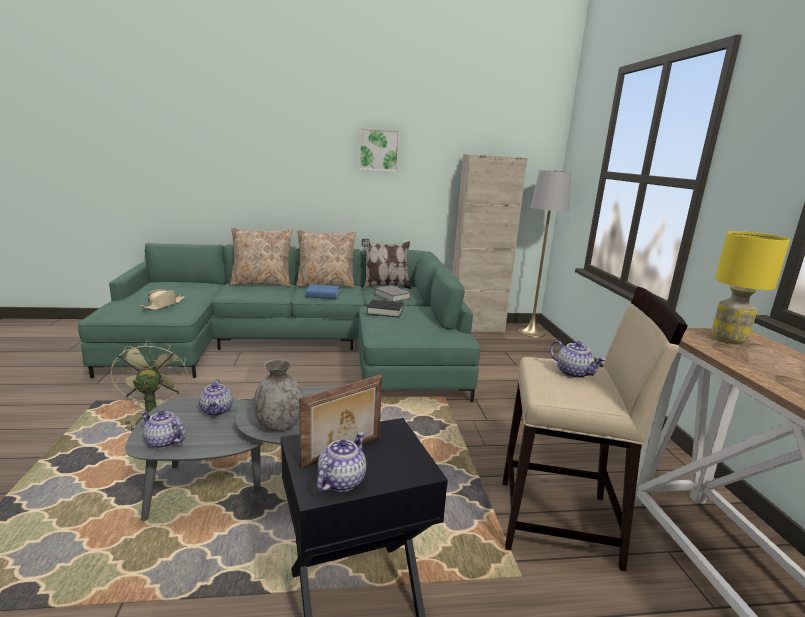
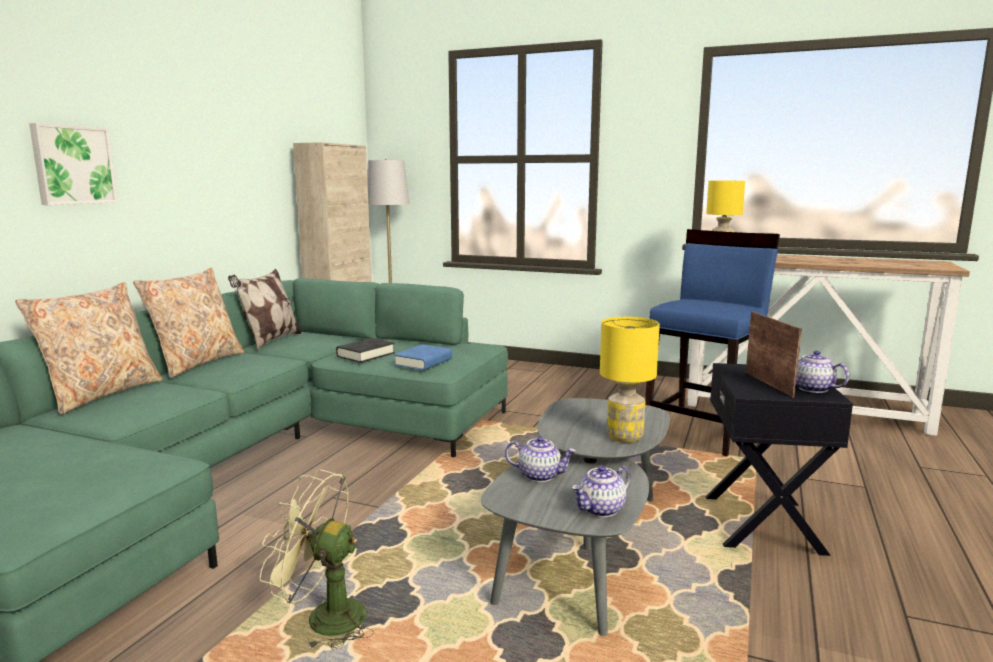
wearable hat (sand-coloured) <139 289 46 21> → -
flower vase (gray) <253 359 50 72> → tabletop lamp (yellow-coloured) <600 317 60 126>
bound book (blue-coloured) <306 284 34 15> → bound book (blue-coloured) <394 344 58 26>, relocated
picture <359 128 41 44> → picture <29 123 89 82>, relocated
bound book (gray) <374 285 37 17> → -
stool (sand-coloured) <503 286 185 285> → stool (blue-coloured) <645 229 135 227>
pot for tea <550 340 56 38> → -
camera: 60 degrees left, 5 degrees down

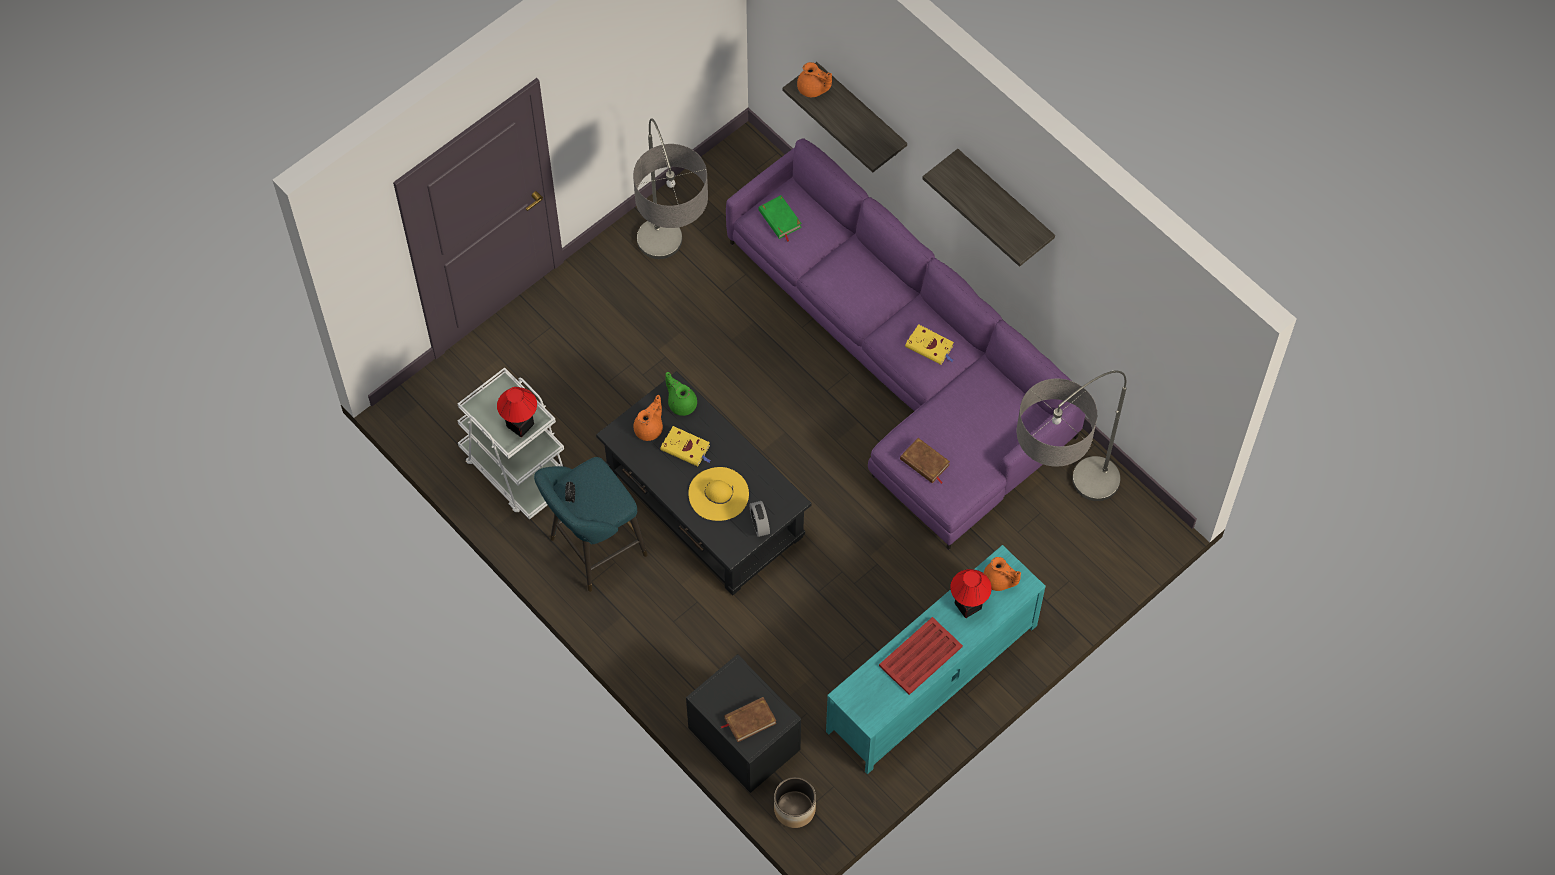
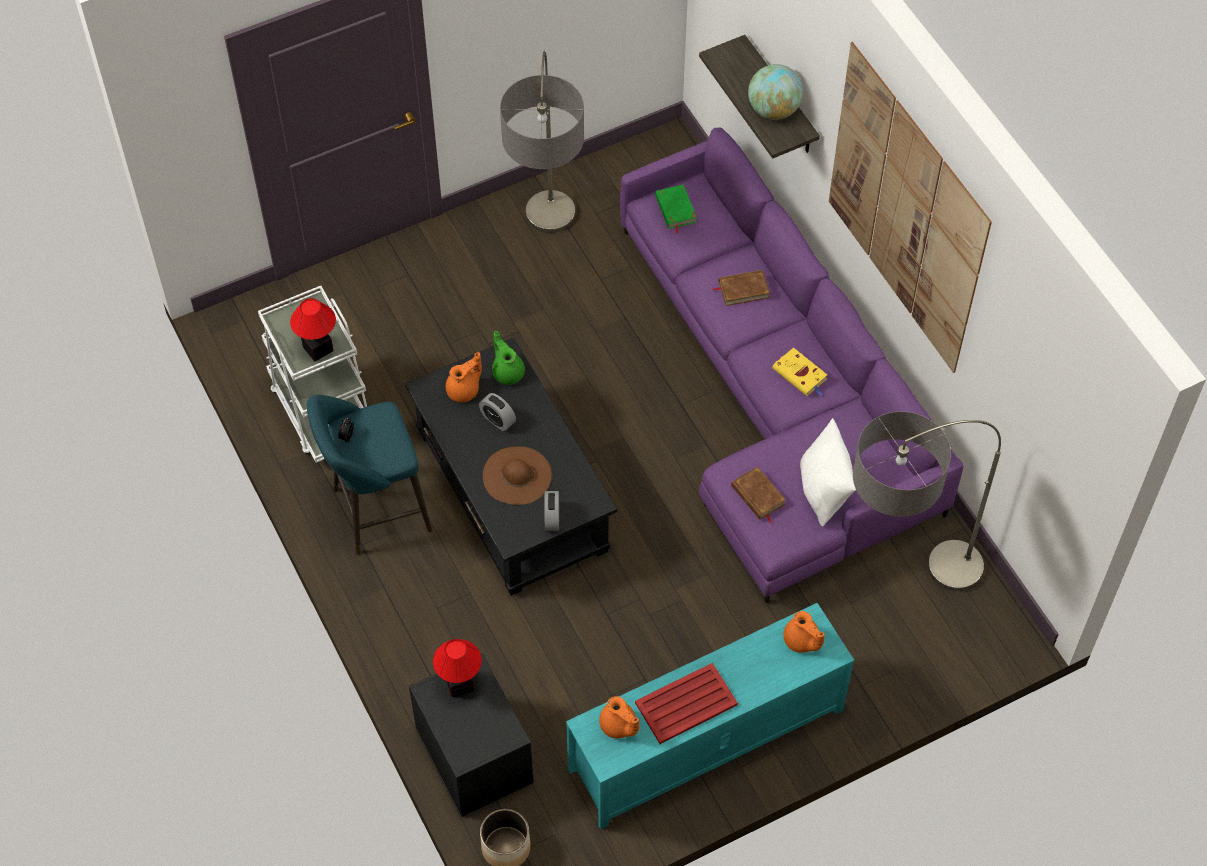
bound book (yellow-coloured) <660 426 51 41> → alarm clock <479 393 37 38>
wearable hat (yellow-coloured) <688 467 61 54> → wearable hat (brownish) <483 446 69 59>
bound book (brownish) <720 697 57 45> → bound book (brownish) <712 270 58 36>, relocated
pot for tea (orangey) <797 62 35 35> → pot for tea (orangey) <599 696 40 42>, relocated
bracket shelf <922 149 133 118> → picture <829 42 163 331>
tabletop lamp <950 569 42 49> → tabletop lamp <433 639 49 58>, relocated
- → globe <748 64 55 56>
- → cushion (whitish) <800 418 56 108>
camera: 15 degrees right, 5 degrees down

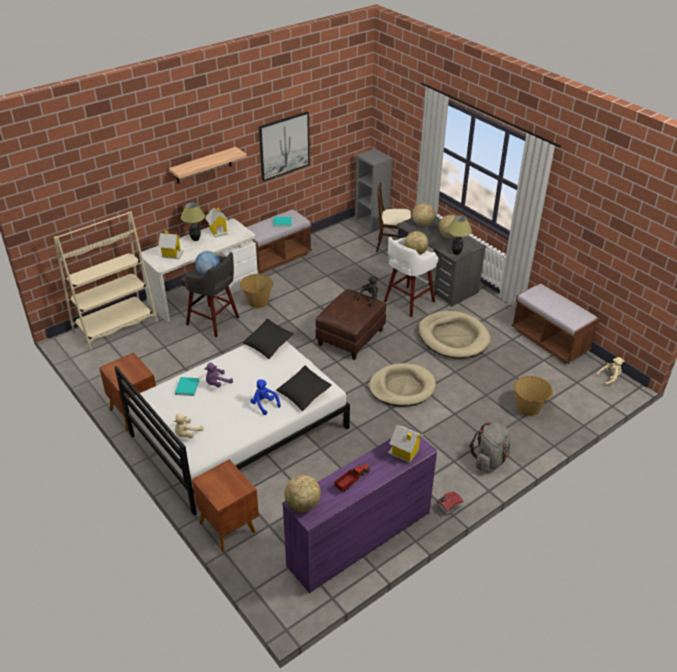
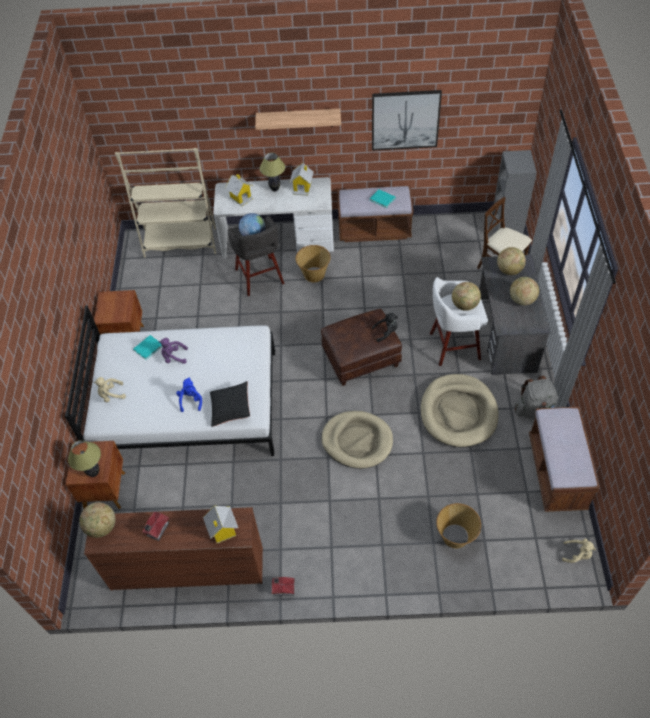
cushion (black) <242 318 52 41> → -
chest of drawers (purple-coloured) <282 427 156 166> → chest of drawers (brownish) <84 507 179 84>
toy lorry <335 464 35 28> → toy house <142 512 27 29>
tabletop lamp <447 215 25 40> → tabletop lamp <68 440 33 37>, relocated
knapsack (gray) <469 422 41 50> → knapsack (gray) <514 376 44 43>, relocated
camera: 40 degrees right, 15 degrees up

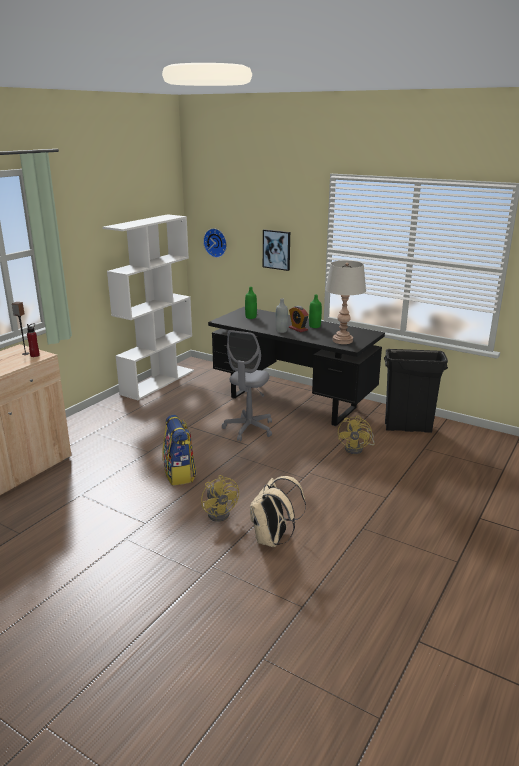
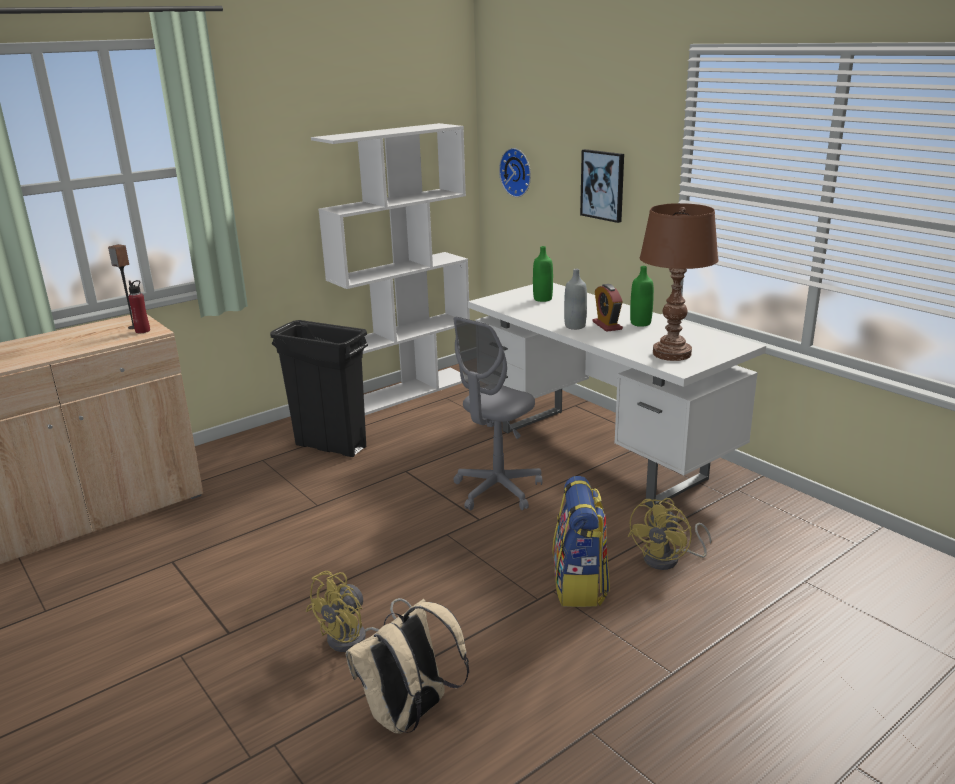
knapsack <162 415 34 71> → knapsack <553 476 57 131>, relocated
fan (yellow-coloured) <201 475 38 47> → fan (yellow-coloured) <306 571 106 81>, 45 degrees clockwise
desk unit (black) <208 307 177 119> → desk unit (whitish) <468 283 298 225>
tabletop lamp (gray) <325 260 41 84> → tabletop lamp (brownish) <640 203 79 158>
waste bin (black) <384 349 64 84> → waste bin (black) <270 320 98 137>, relocated
camera: 20 degrees right, 0 degrees up

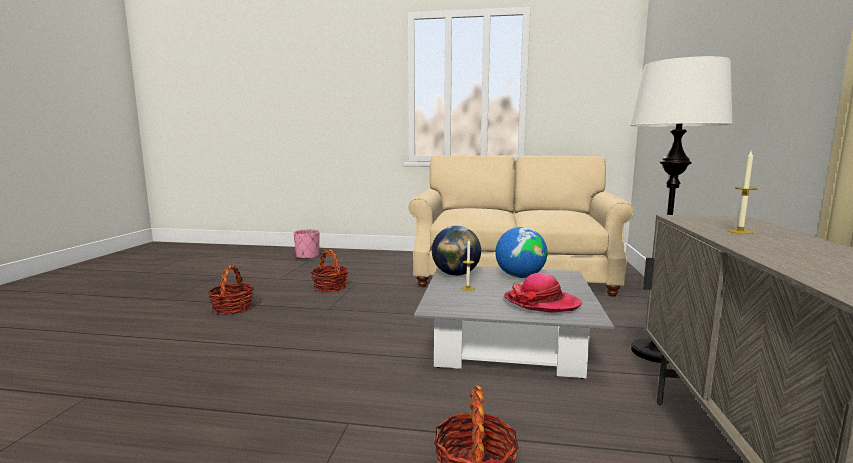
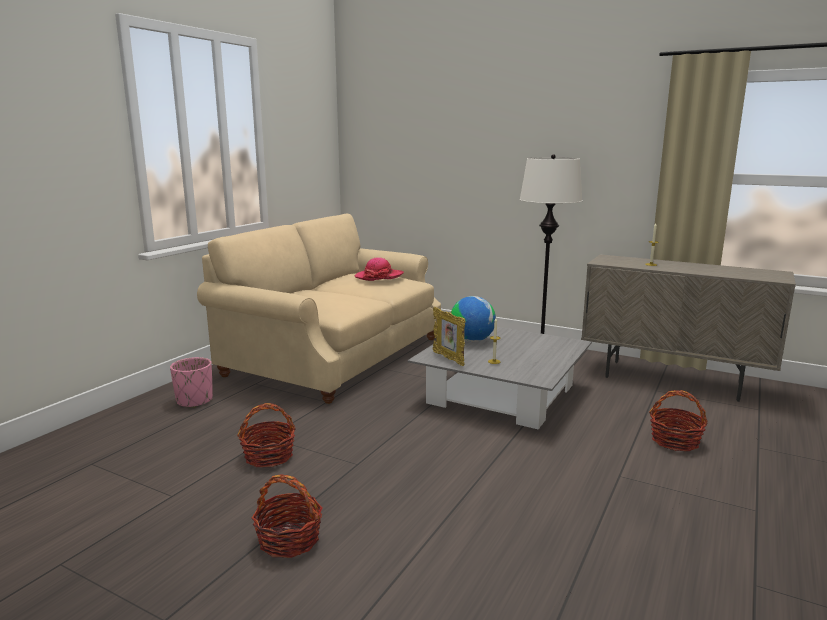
planter (pinkish) <294 229 26 30> → planter (pinkish) <170 357 43 51>, relocated
globe <432 226 49 50> → photo frame <433 307 33 59>
wearable hat <504 273 78 40> → wearable hat <355 258 49 23>, relocated
camera: 70 degrees left, 5 degrees up

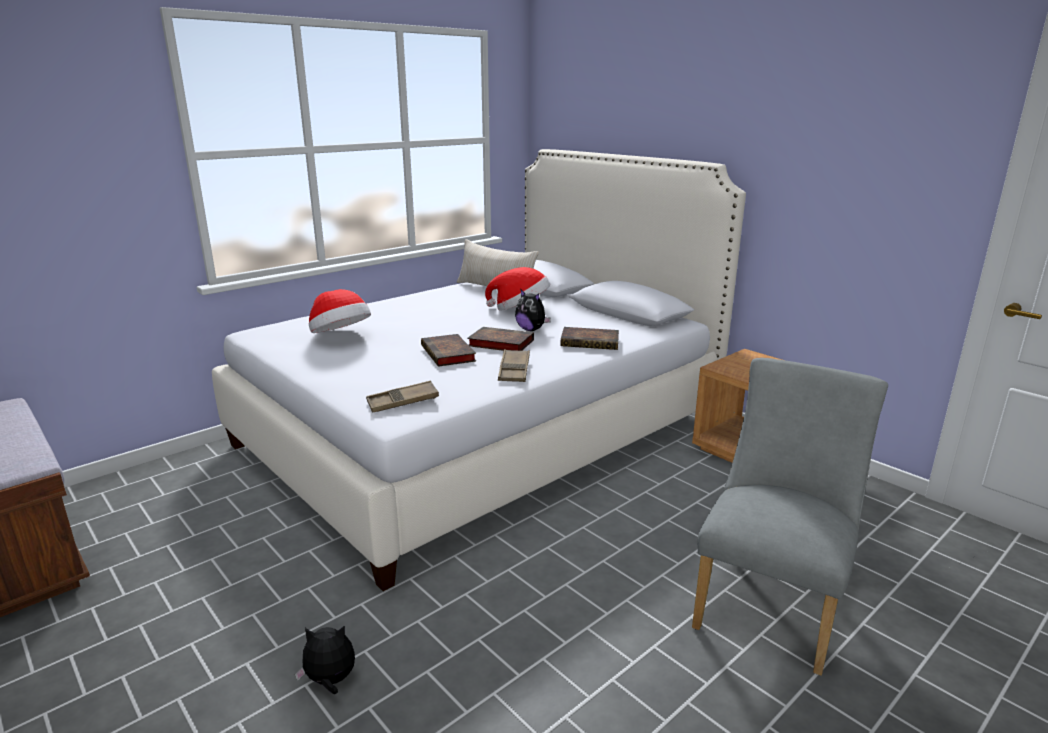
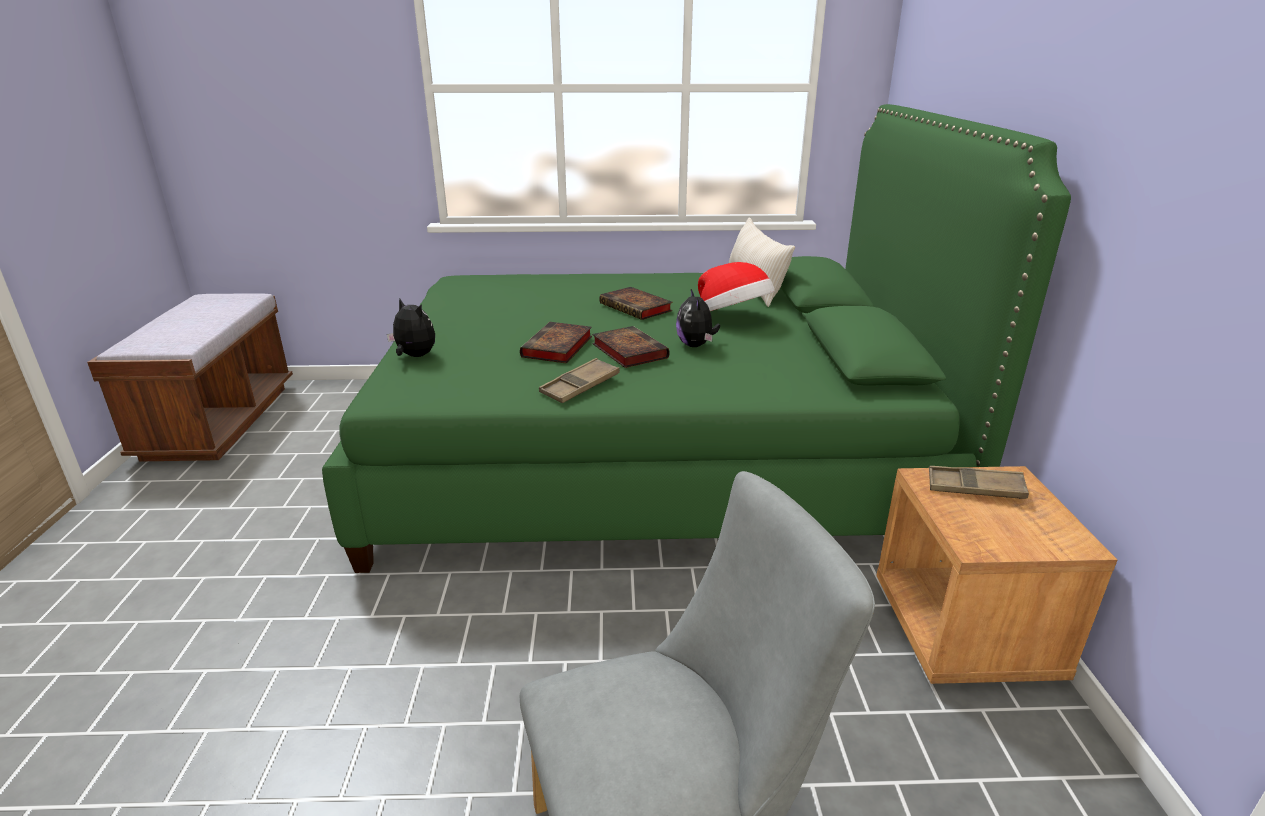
sleeping bed (whitish) <212 149 534 442> → sleeping bed (greenish) <322 104 749 469>
cuddly toy <295 625 60 69> → cuddly toy <387 299 48 58>, relocated
wearable hat <309 289 62 44> → -
carrying tray (brownish) <366 381 73 32> → carrying tray (brownish) <929 466 100 33>, relocated
bound book <560 327 59 23> → bound book <600 287 73 33>, relocated
camera: 40 degrees right, 5 degrees up

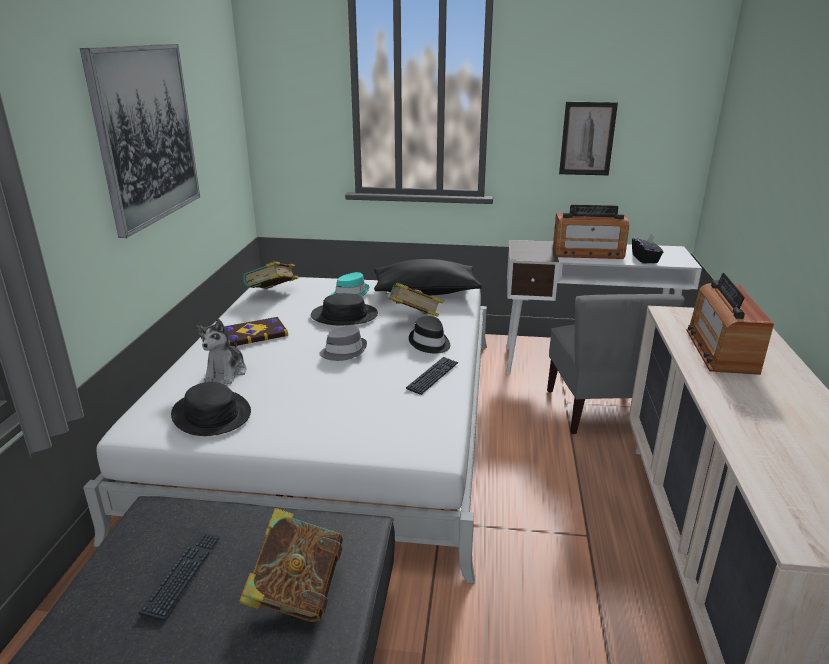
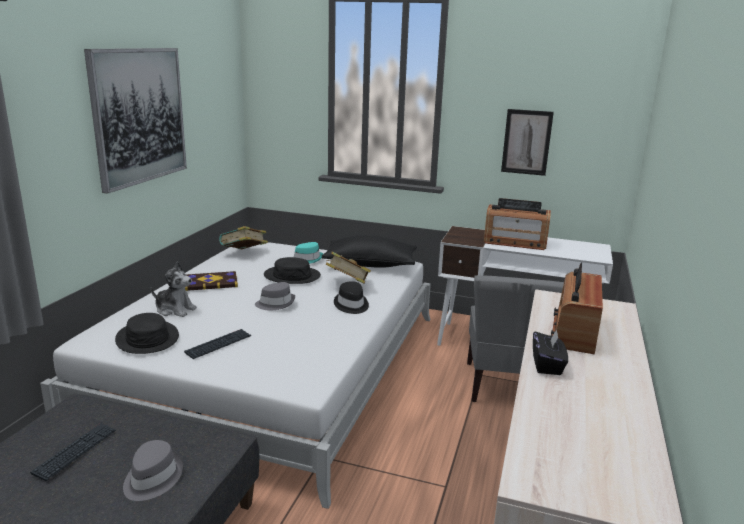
cuddly toy <196 319 50 66> → cuddly toy <151 262 46 55>, 90 degrees counterclockwise
bound book <239 508 104 114> → wearable hat (gray) <123 440 60 61>
PC keyboard <406 357 53 38> → PC keyboard <184 329 67 30>, relocated
box of tissues (black) <632 233 31 30> → box of tissues (black) <533 329 35 46>, relocated
camera: 10 degrees right, 5 degrees down

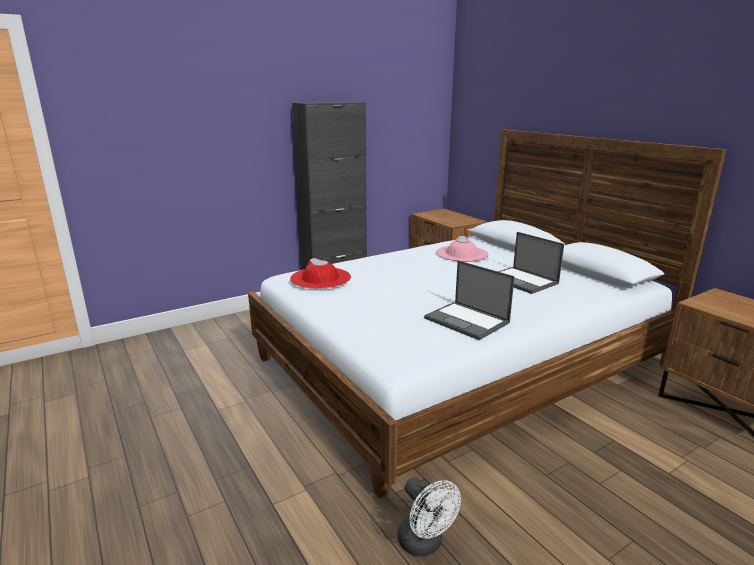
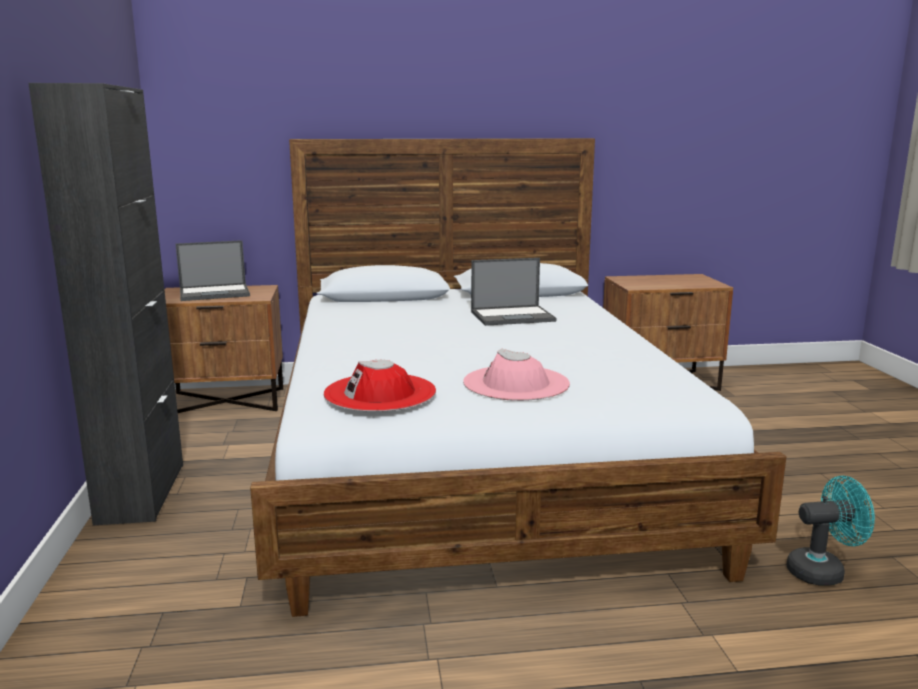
fan (whitish) <398 477 63 80> → fan (blue-green) <786 476 89 110>
notebook computer <424 260 91 80> → notebook computer <176 240 74 61>, relocated
wearable hat (pinkish) <436 236 53 26> → wearable hat (pinkish) <463 349 107 52>, relocated
camera: 65 degrees left, 5 degrees down

